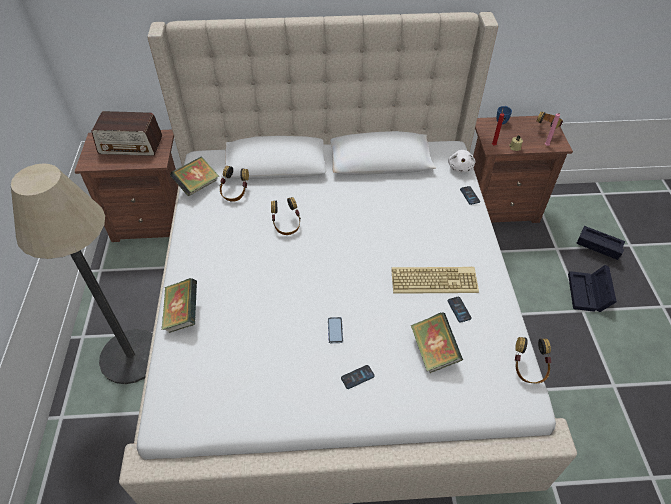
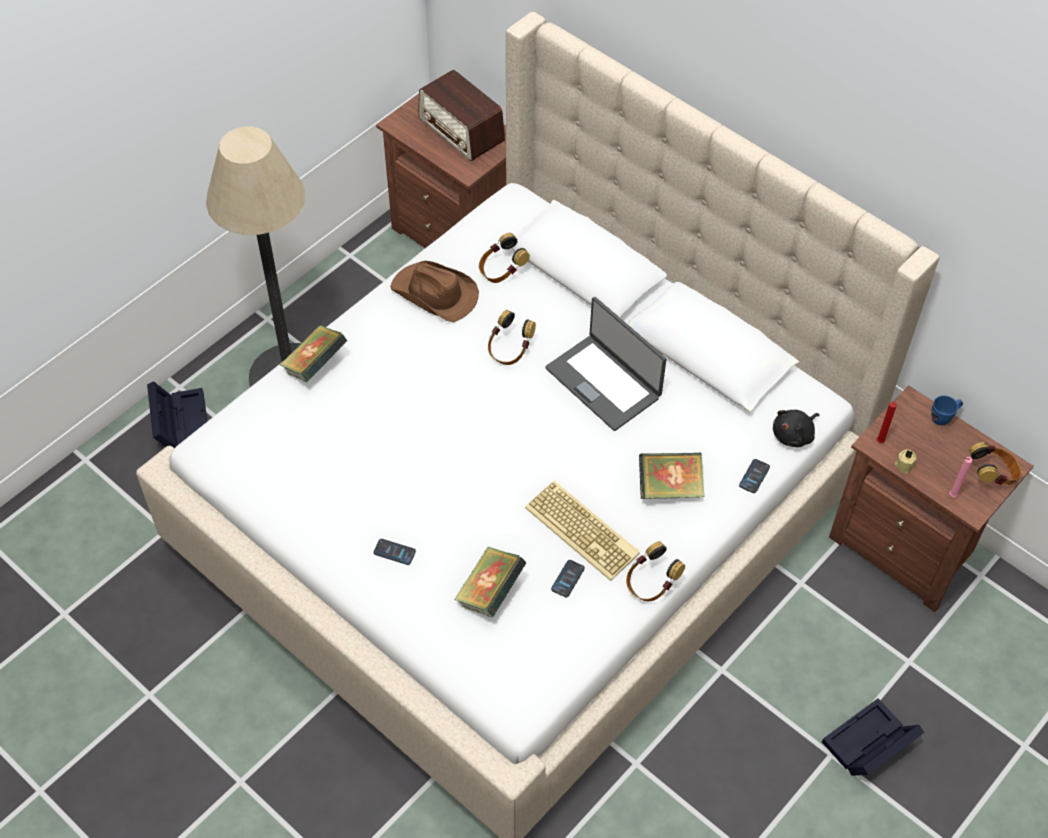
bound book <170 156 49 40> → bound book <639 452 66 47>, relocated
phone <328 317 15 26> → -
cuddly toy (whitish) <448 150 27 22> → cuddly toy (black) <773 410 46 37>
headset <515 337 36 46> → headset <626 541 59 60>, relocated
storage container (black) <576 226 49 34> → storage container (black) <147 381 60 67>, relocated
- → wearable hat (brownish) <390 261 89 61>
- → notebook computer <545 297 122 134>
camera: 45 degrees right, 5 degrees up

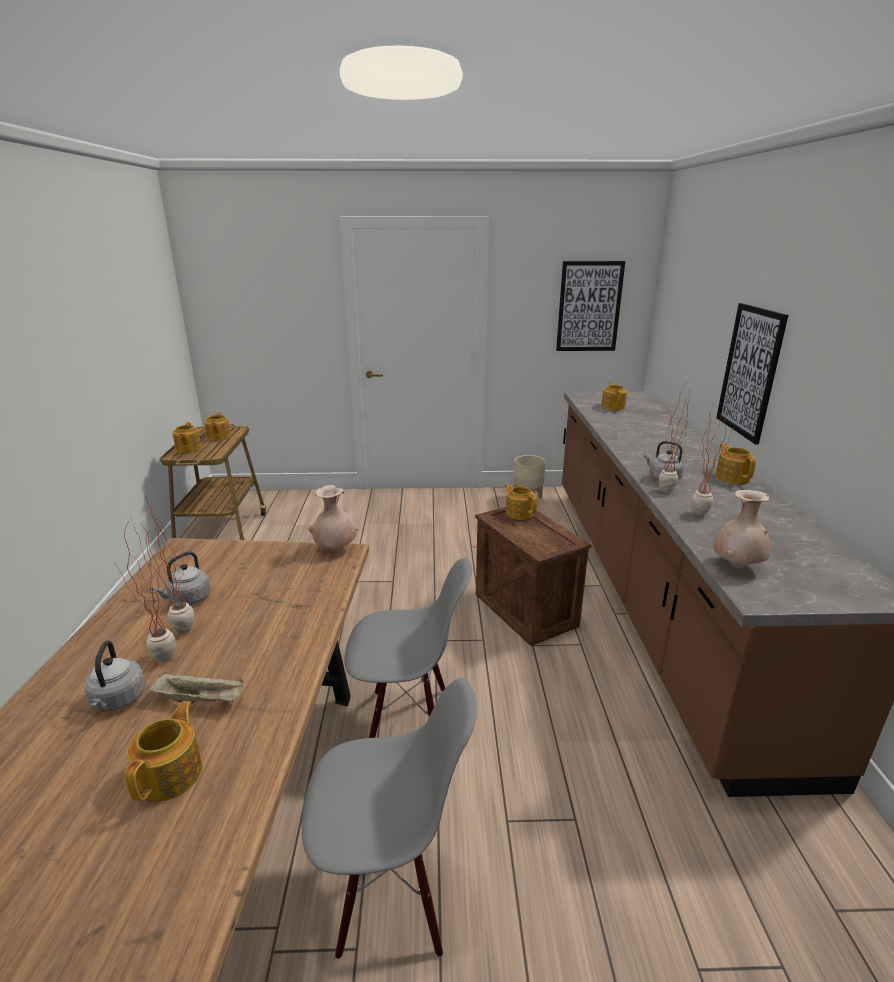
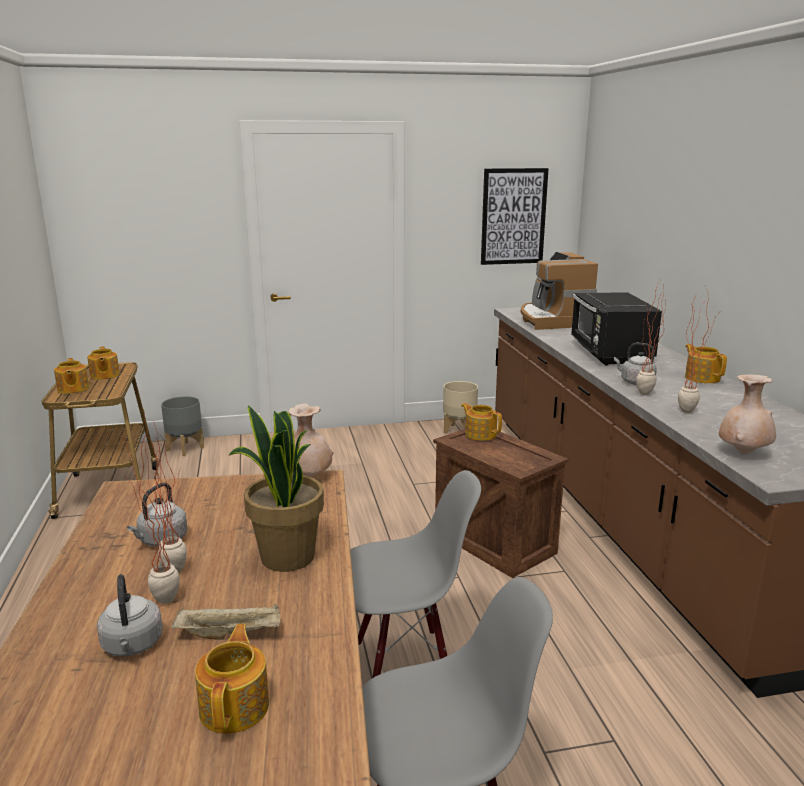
pot for tea <601 383 26 28> → coffee maker <521 252 77 78>
picture <716 303 72 141> → -
- → planter (gray) <161 396 43 60>
- → plant in a pot <228 405 96 167>
- → kitchen microwave (black) <571 292 91 74>
camera: 10 degrees left, 5 degrees down

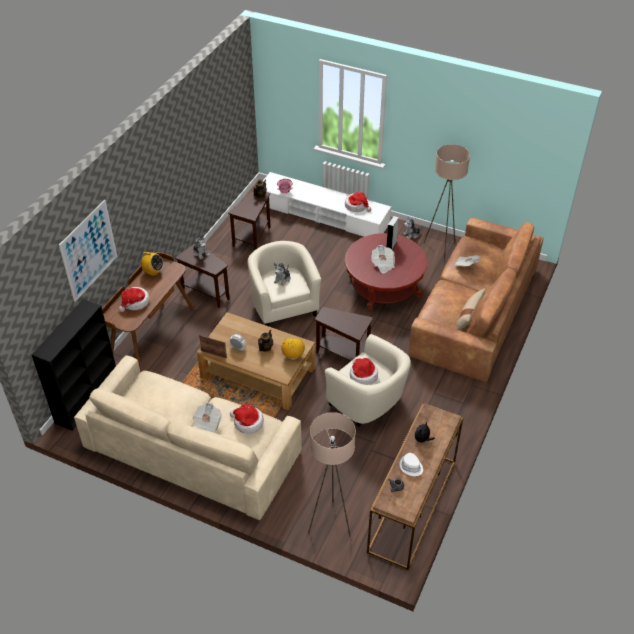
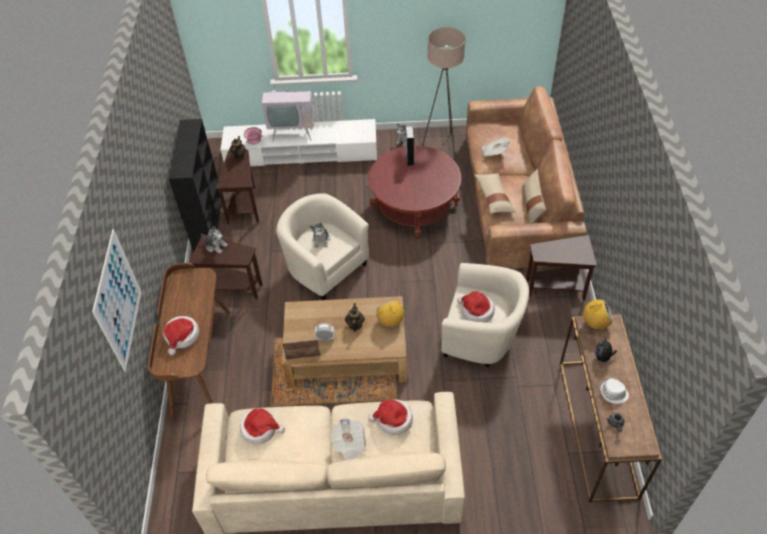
shelving unit (black) <32 299 84 131> → shelving unit (black) <169 119 52 134>, relocated
radio <138 252 26 24> → radio <583 299 30 30>, relocated
standing lamp (sand-coloured) <308 412 48 125> → -
end table (brownish) <315 307 58 54> → end table (brownish) <526 235 71 65>, relocated
wearable hat <345 192 26 20> → wearable hat <240 408 45 37>, relocated
newspaper <371 245 24 28> → -
- → TV <262 72 52 69>
- → cushion (sand-coloured) <474 173 42 41>
camera: 25 degrees left, 5 degrees up

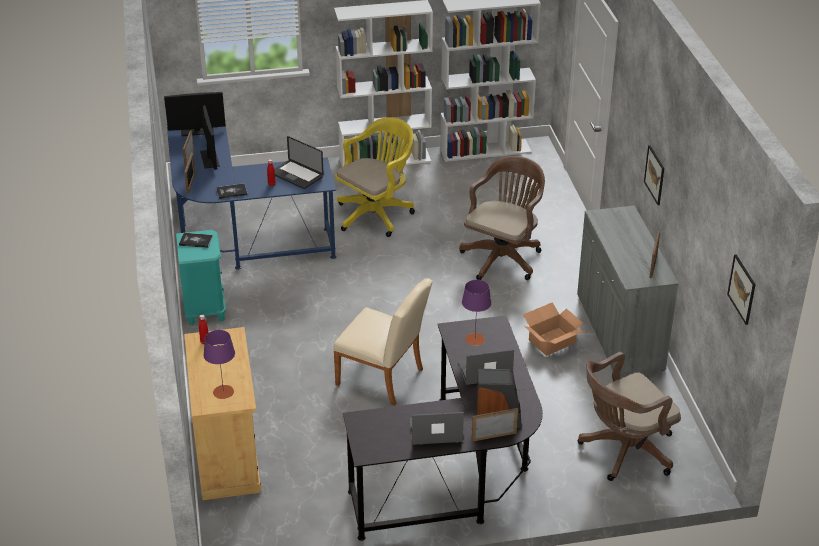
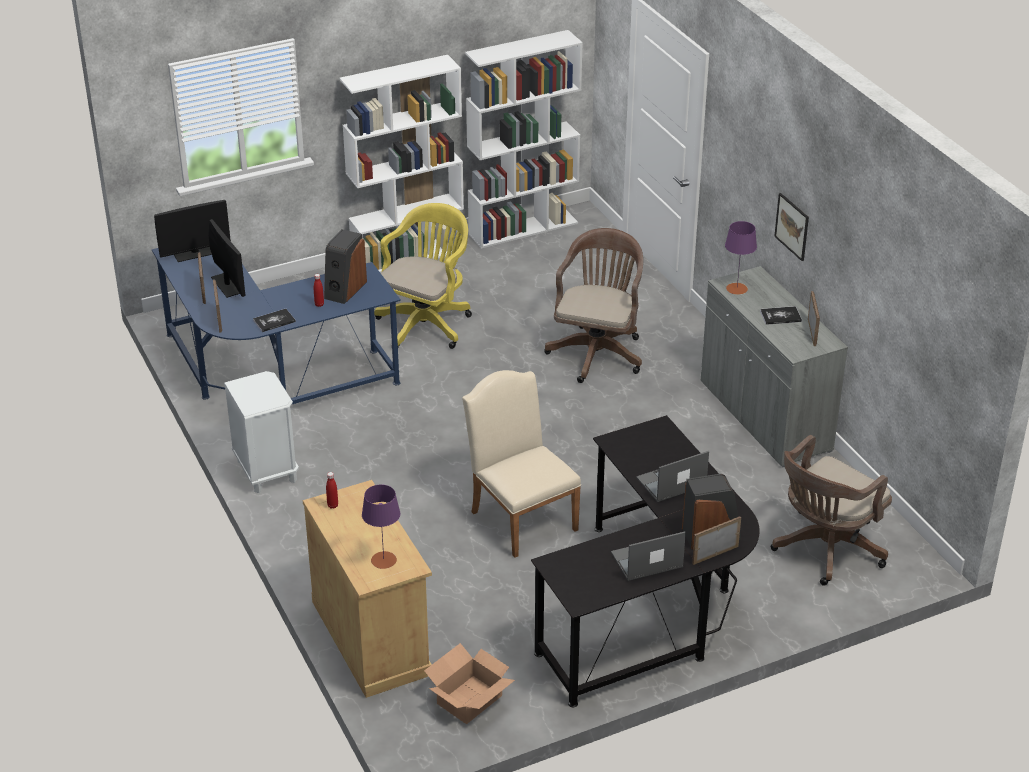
bedside table (blue-green) <176 230 50 95> → bedside table (whitish) <224 371 75 122>
bound book <179 233 34 15> → bound book <760 306 42 19>, relocated
notebook computer <274 136 50 53> → audio speaker <324 229 43 75>
chair (sand-coloured) <333 278 100 128> → chair (sand-coloured) <462 370 119 187>, 135 degrees counterclockwise
tabletop lamp (purple-coloured) <462 280 29 66> → tabletop lamp (purple-coloured) <725 221 32 74>, relocated
carton <523 302 61 54> → carton <424 643 91 81>, relocated
picture <727 254 29 71> → -
camera: 15 degrees left, 0 degrees up

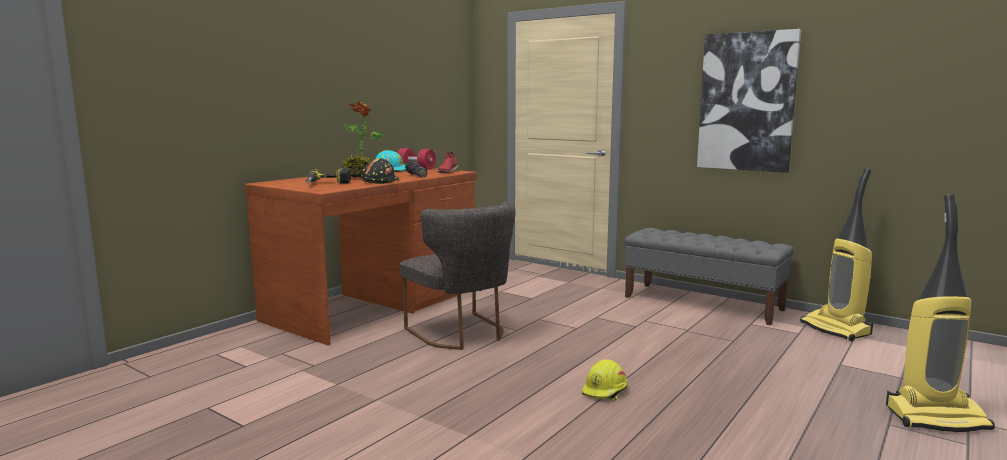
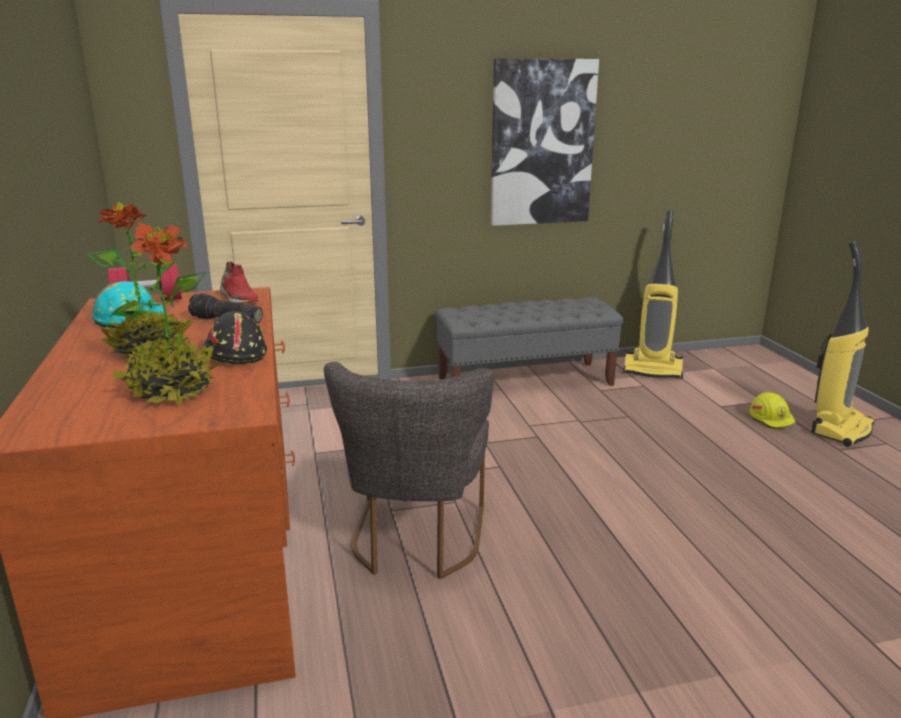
power drill <306 168 45 16> → plant in a pot <110 222 109 184>
chair (gray) <400 201 116 149> → chair (gray) <324 362 170 217>, 90 degrees clockwise
safety helmet (yellow-coloured) <582 359 46 42> → safety helmet (yellow-coloured) <749 392 47 37>, relocated
camera: 50 degrees left, 10 degrees up

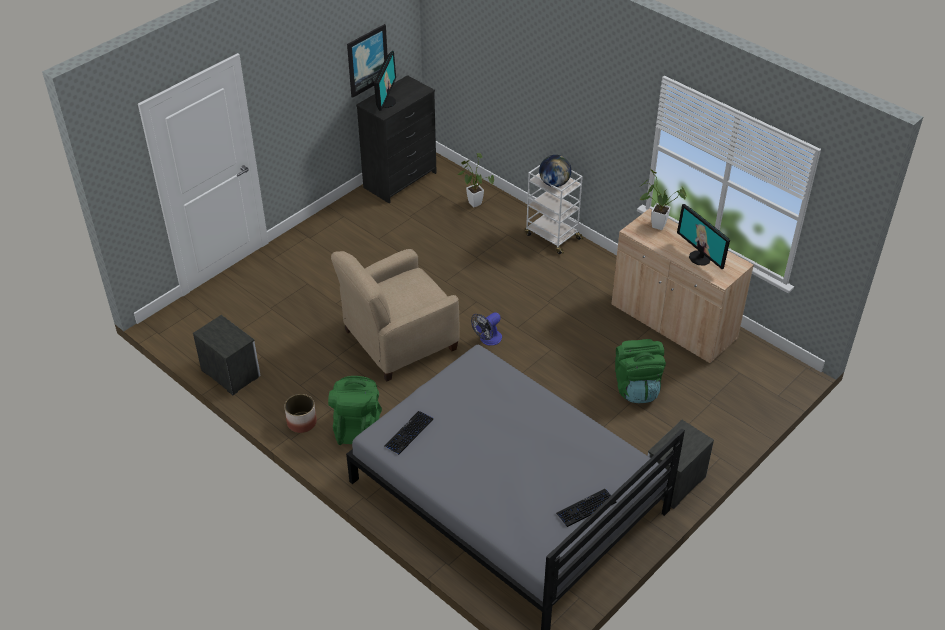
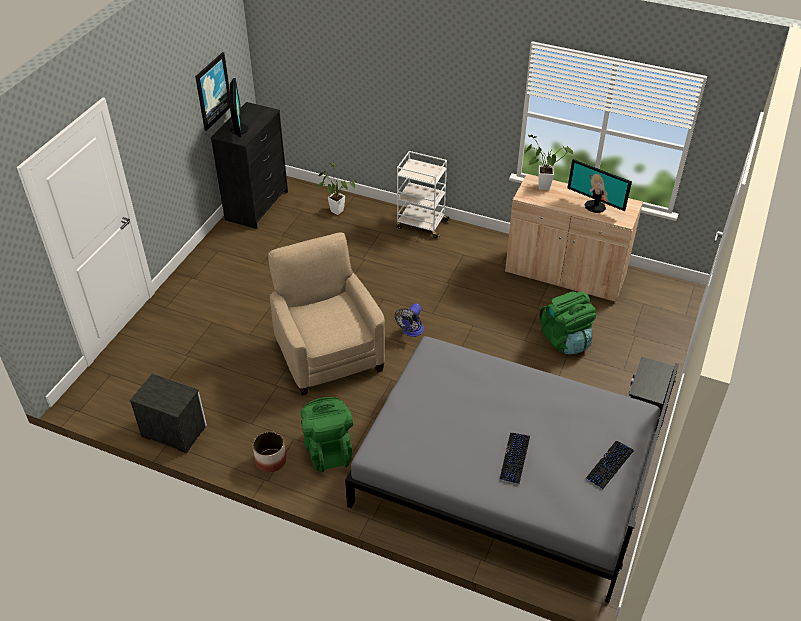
armchair (sand-coloured) <331 249 129 133> → armchair (sand-coloured) <268 232 117 164>, 120 degrees clockwise
PC keyboard <385 411 48 43> → PC keyboard <500 433 30 50>, relocated
globe <539 155 32 32> → -
camera: 20 degrees left, 0 degrees up

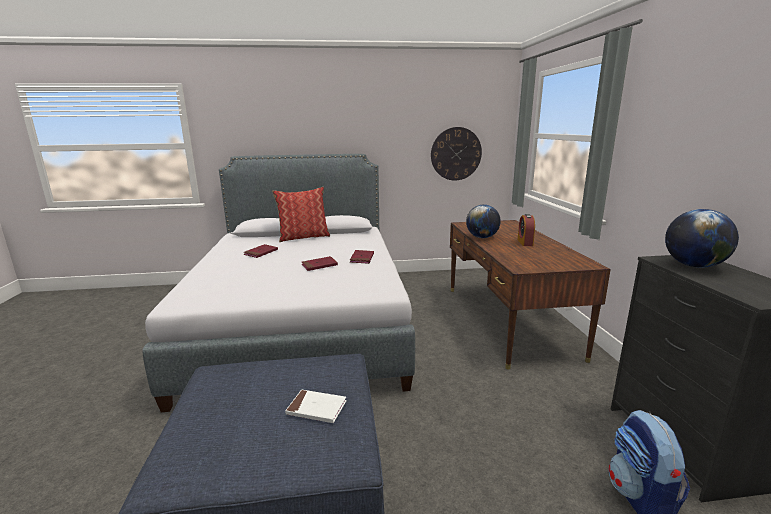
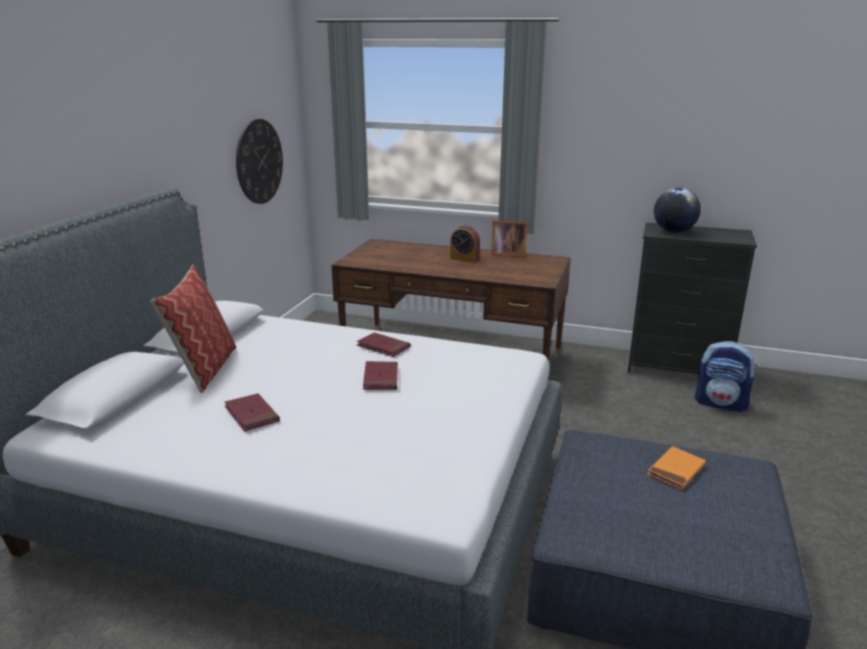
bound book (whitish) <285 390 62 33> → bound book (orangey) <648 446 58 44>
globe <466 204 35 34> → -
- → photo frame <491 221 37 36>
camera: 65 degrees left, 5 degrees up

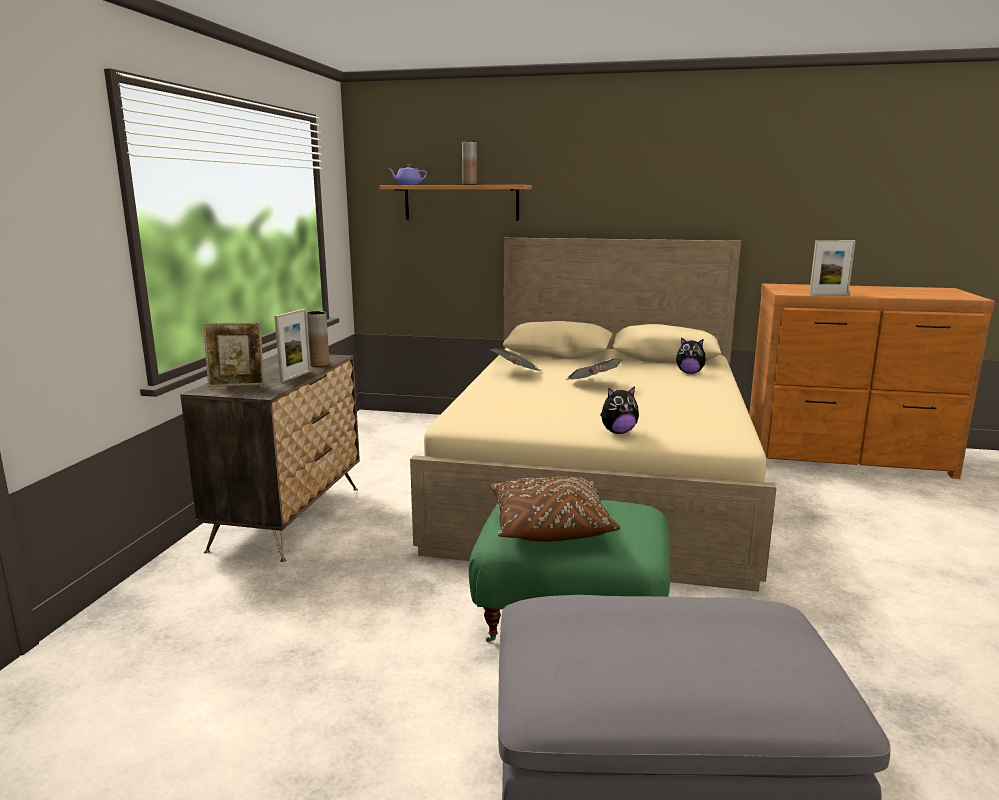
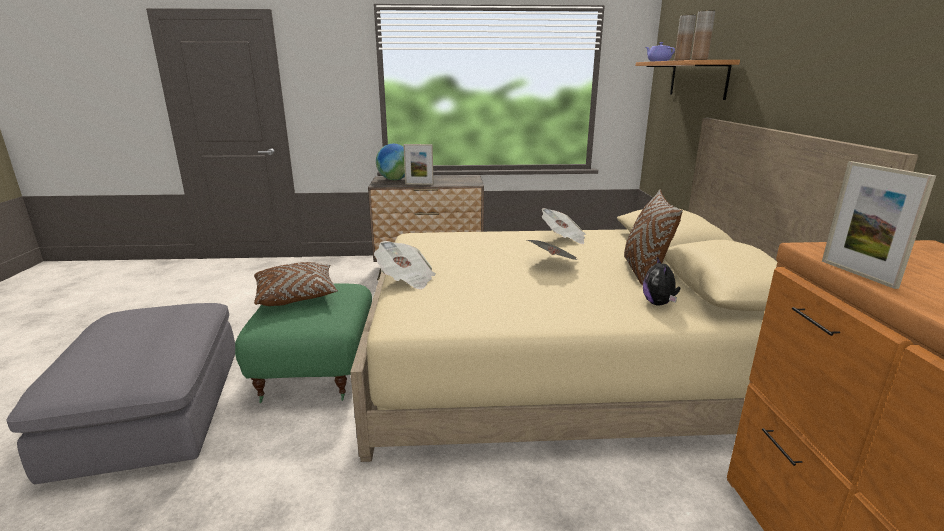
photo frame <203 322 61 65> → globe <376 144 29 36>
flower vase (brownish) <307 311 23 56> → flower vase (brownish) <691 10 24 50>, relocated
cuddly toy <600 386 39 48> → newspaper <374 241 62 48>
- → cushion (brownish) <624 190 59 95>
camera: 75 degrees right, 5 degrees up

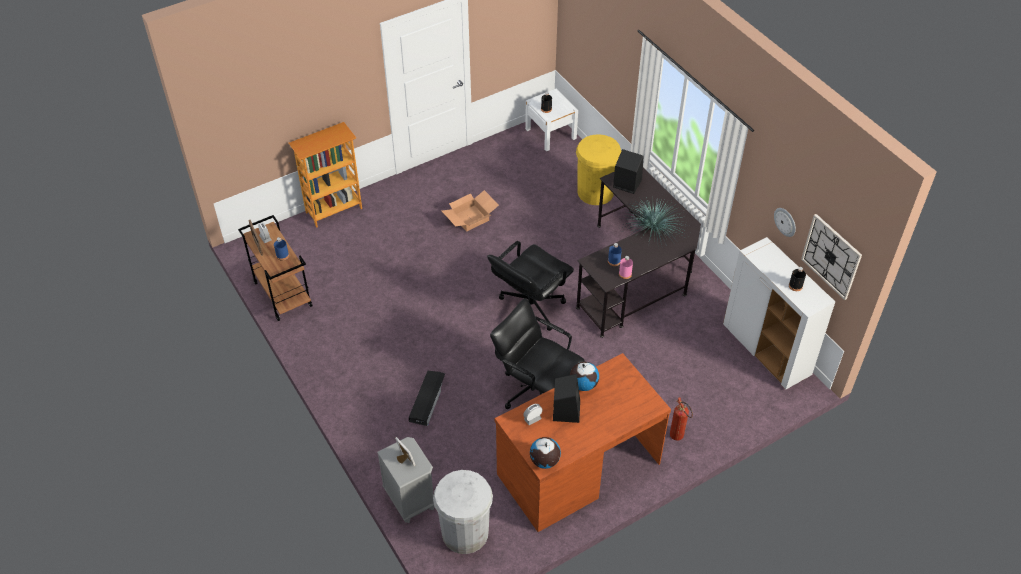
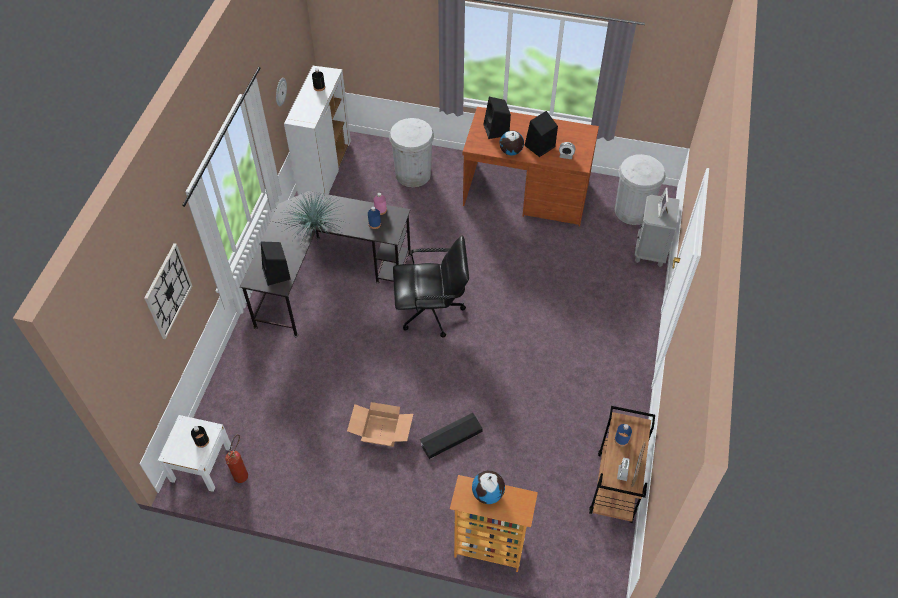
storage container (black) <409 371 36 55> → storage container (black) <420 413 63 46>, relocated
computer chair (black) <490 298 95 111> → -
globe <530 437 31 32> → globe <472 471 33 33>, relocated
waste bin (yellow-coloured) <576 134 45 71> → -
fire-fighting cylinder <670 397 23 44> → fire-fighting cylinder <225 434 23 49>, relocated
hanging clock <801 214 61 86> → hanging clock <144 243 48 96>, relocated
- → waste bin (whitish) <389 118 45 69>
- → audio speaker (black) <483 97 28 42>
camera: 135 degrees left, 5 degrees up

